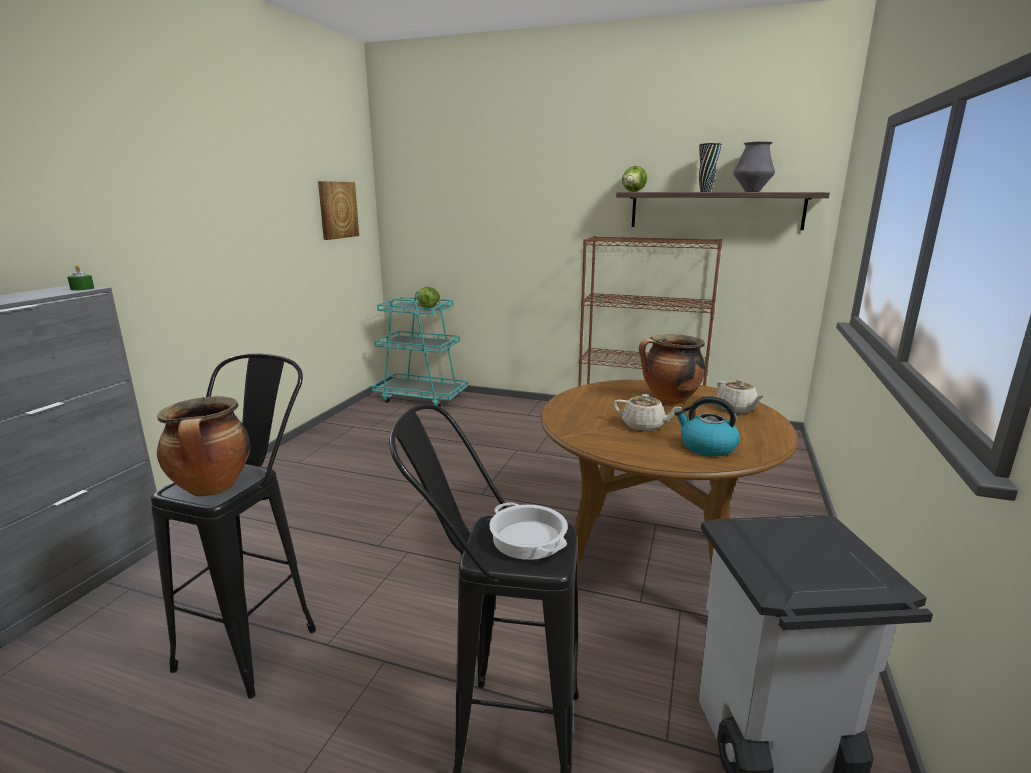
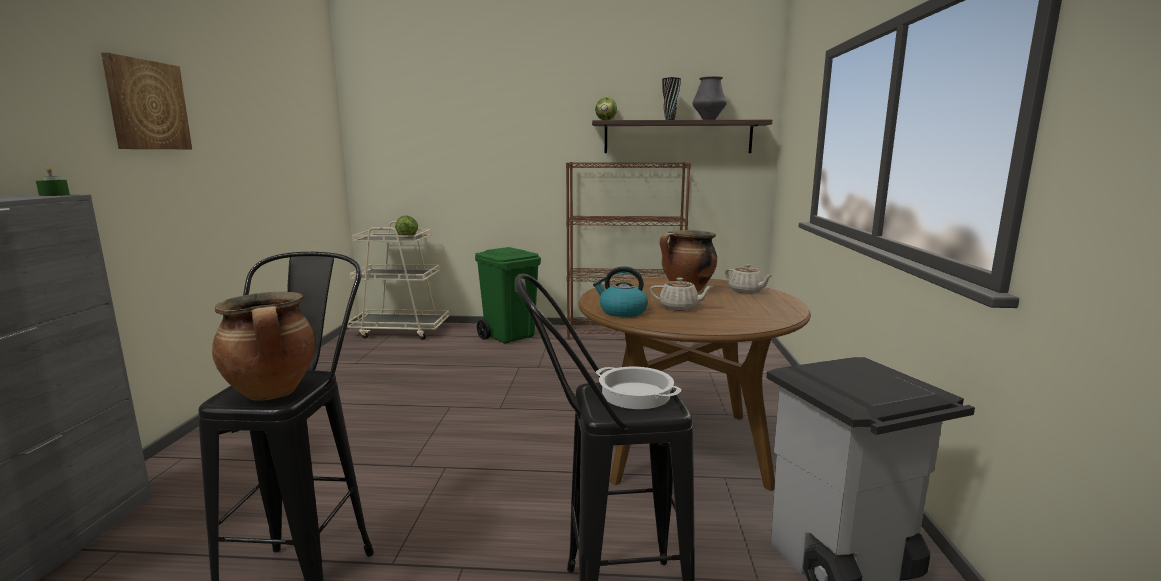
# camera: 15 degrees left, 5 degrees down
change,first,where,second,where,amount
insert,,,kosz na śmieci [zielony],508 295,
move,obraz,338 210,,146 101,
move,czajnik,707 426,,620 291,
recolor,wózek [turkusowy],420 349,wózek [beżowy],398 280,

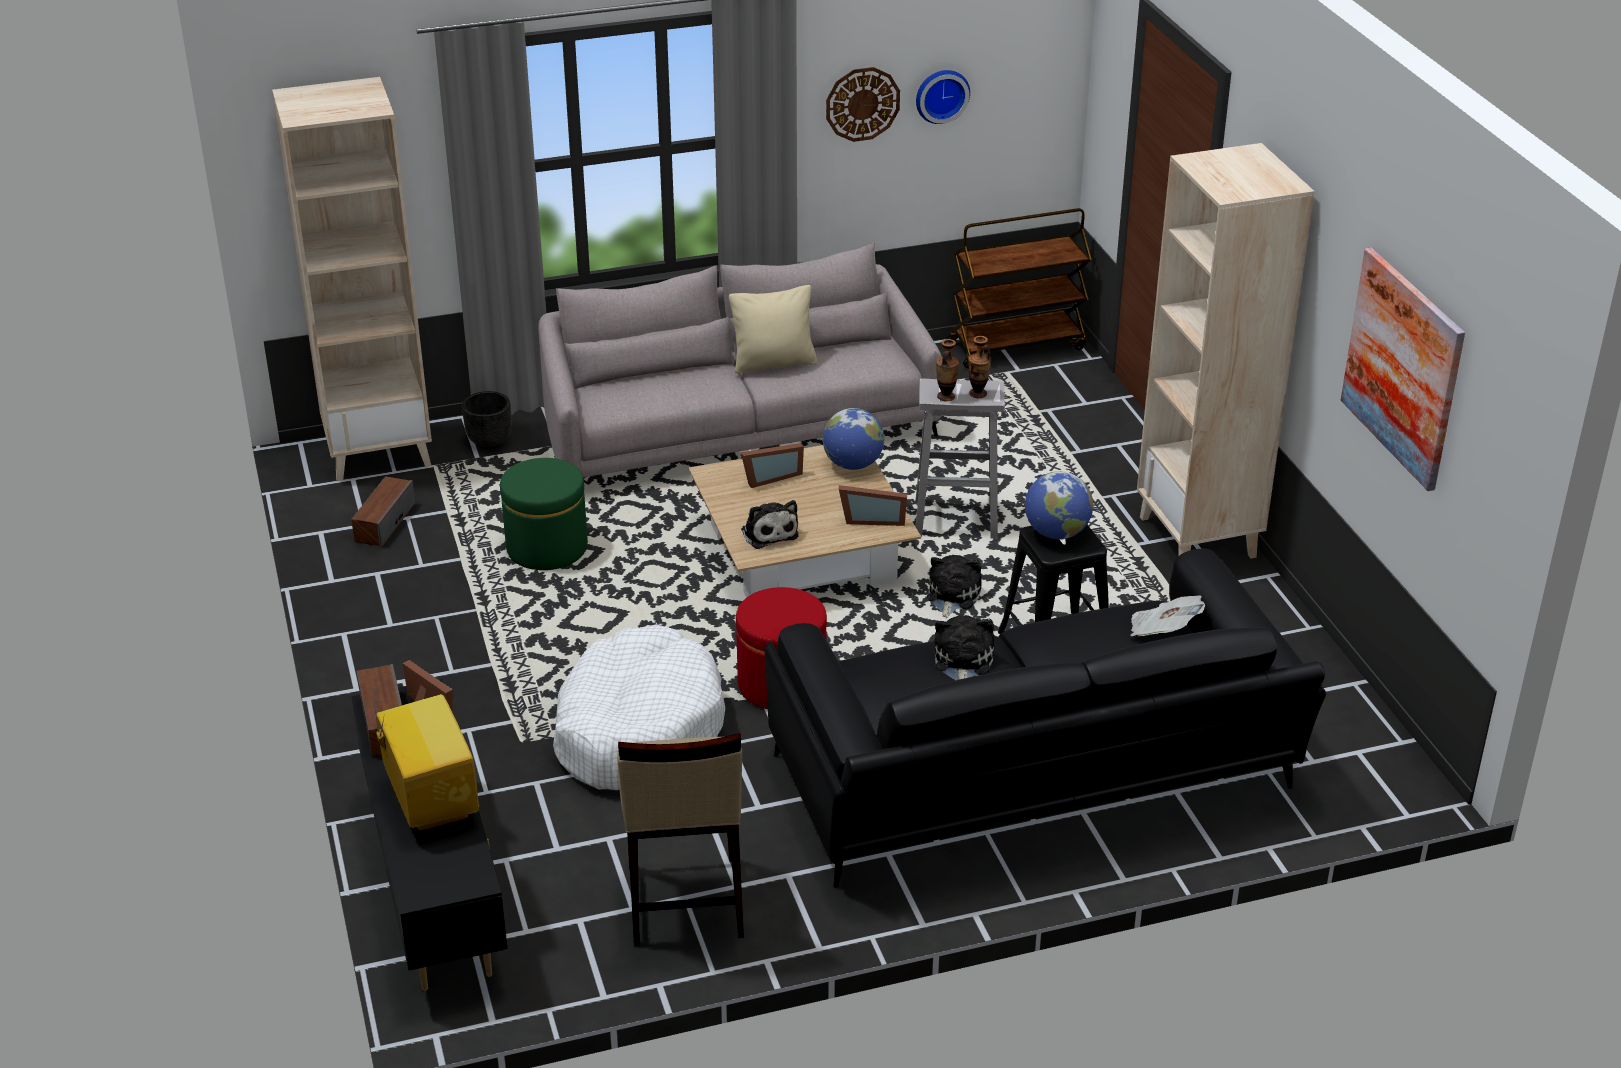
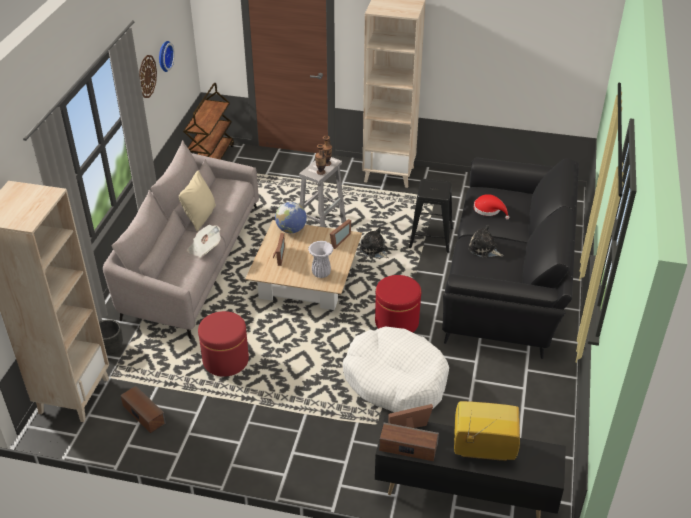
# camera: 60 degrees left, 5 degrees up
change,first,where,second,where,amount
delete,stołek [beżowy],680 839,,,
delete,globus,1059 505,,,
delete,obraz,1403 369,,,
insert,,,kapelusz [czerwony],491 206,
move,gazeta,1168 615,,204 241,
replace,pluszak,770 524,wazon [biały],321 259,
recolor,pufa [zielony],544 514,pufa [czerwony],223 344,

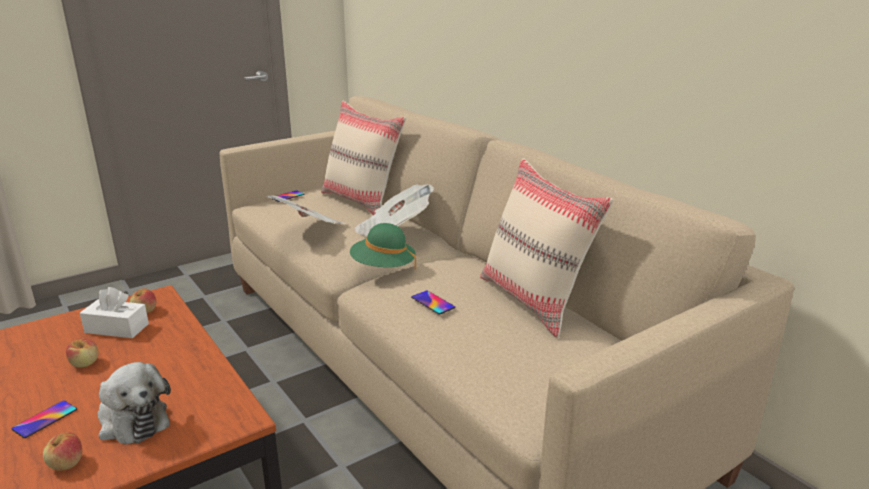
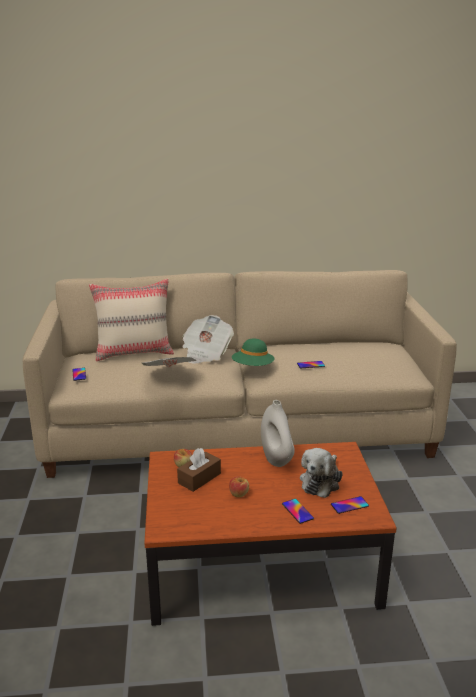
# camera: 60 degrees left, 0 degrees up
change,first,where,second,where,amount
delete,poduszka [beżowy],547 248,,,
insert,,,wazon [biały],278 433,
replace,jabłko,62 451,telefon,350 505,
recolor,pudełko chusteczek [biały],114 312,pudełko chusteczek [brązowy],199 470,
rotate,pluszak,134 403,,321 473,135 degrees clockwise

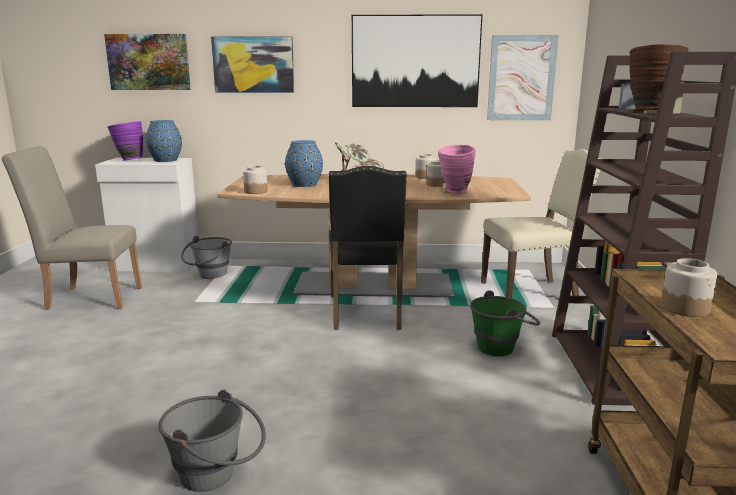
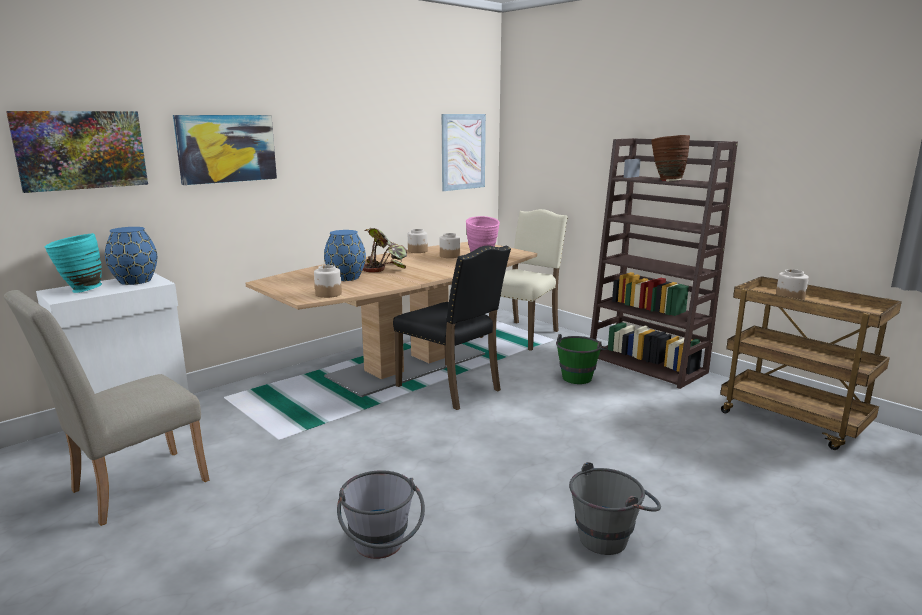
# camera: 45 degrees left, 0 degrees up
change,first,where,second,where,amount
delete,obraz,417 60,,,
move,wiadro [szary],206 257,,381 514,
recolor,wazon [fioletowy],125 141,wazon [turkusowy],73 263,

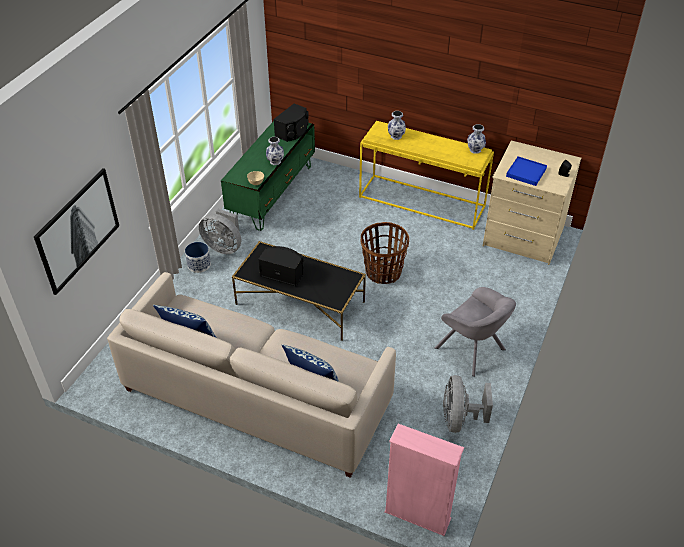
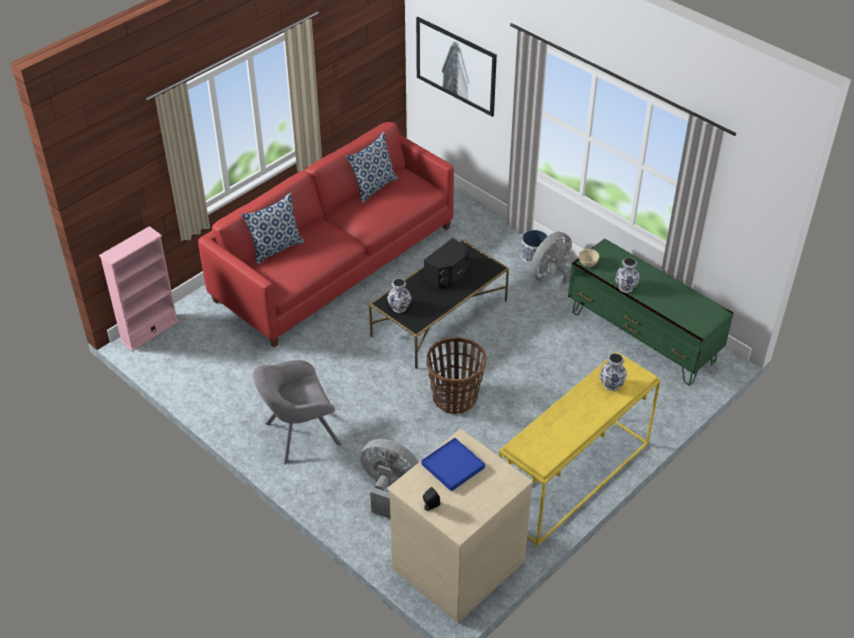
# camera: 110 degrees right, 0 degrees up
change,first,where,second,where,amount
delete,głośnik [czarny],291 123,,,
move,wentylator [szary],468 404,,390 479,
move,wazon,476 139,,399 295,
recolor,kanapa [beżowy],251 375,kanapa [czerwony],326 234,

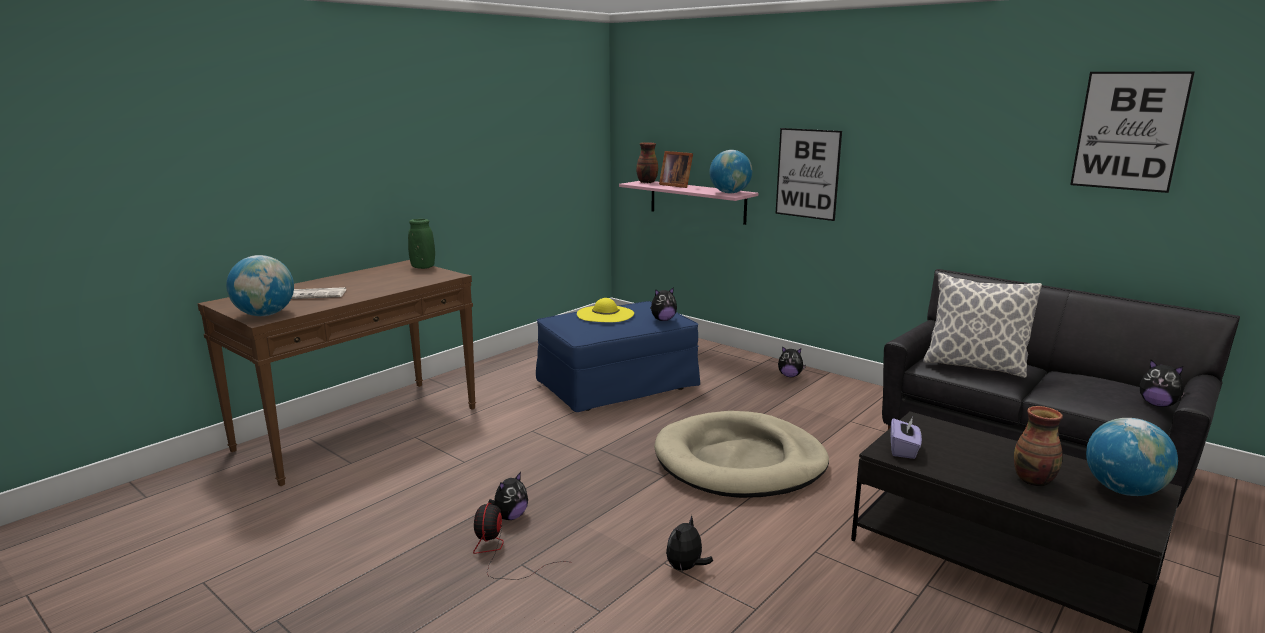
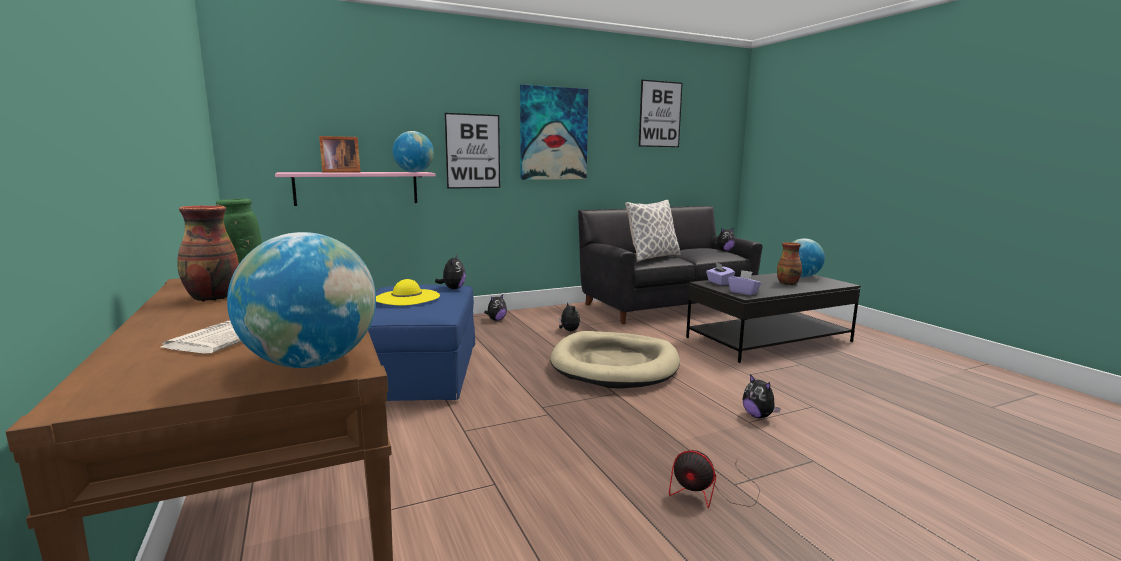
# camera: 65 degrees left, 5 degrees down
change,first,where,second,where,amount
insert,,,obraz,554 132,
insert,,,pudełko chusteczek [fioletowy],720 274,
move,pluszak,508 496,,569 316,
move,wazon,647 162,,208 253,

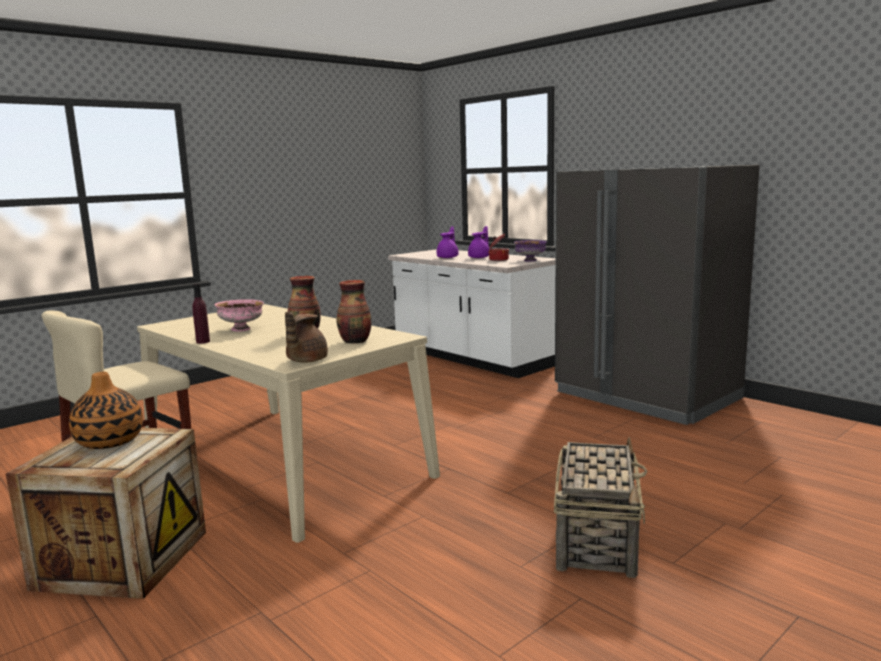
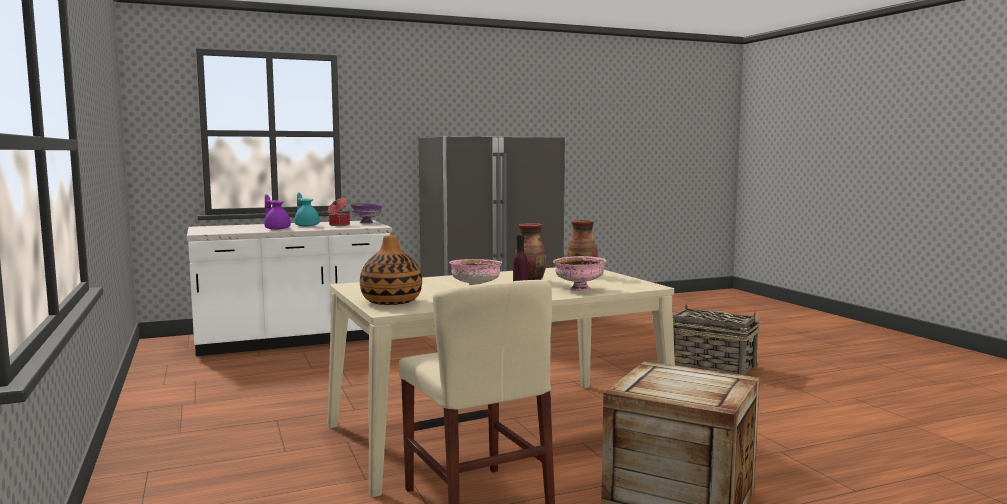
# camera: 70 degrees left, 5 degrees down
change,first,where,second,where,amount
delete,imbryk [brązowy],306 337,,,
insert,,,miska [różowy],579 273,
move,wazon,106 410,,391 270,
recolor,imbryk [fioletowy],478 242,imbryk [turkusowy],307 209,

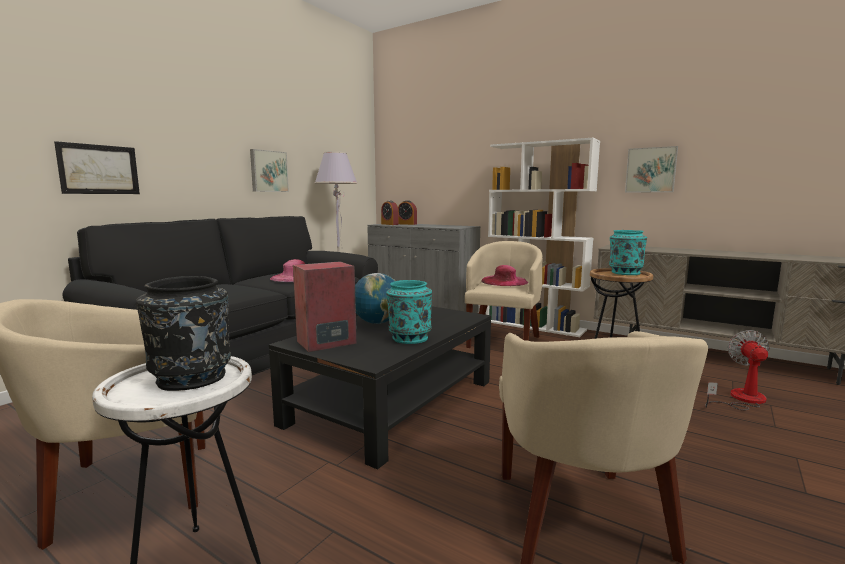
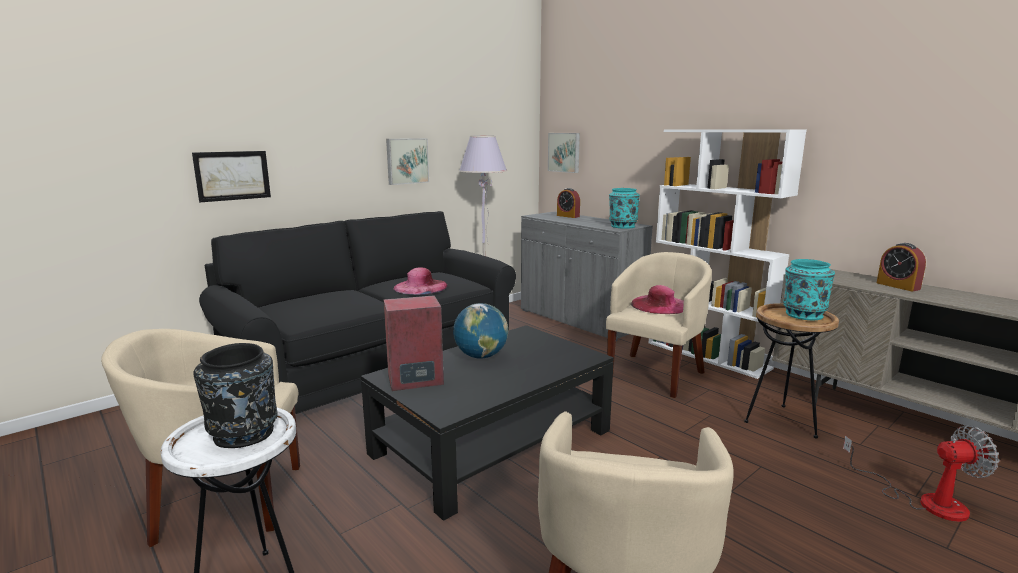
# camera: 15 degrees right, 5 degrees up
change,first,where,second,where,amount
move,budzik,390 212,,901 267,
move,wazon [turkusowy],409 312,,624 208,
move,obraz,651 169,,564 153,
rotate,wentylator,737 370,,921 474,60 degrees clockwise

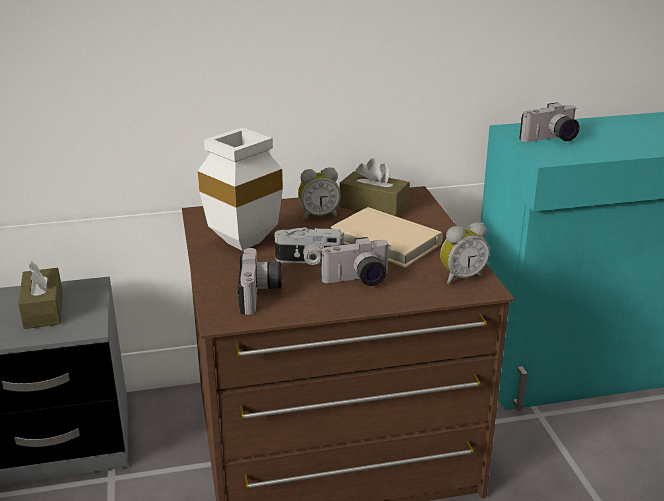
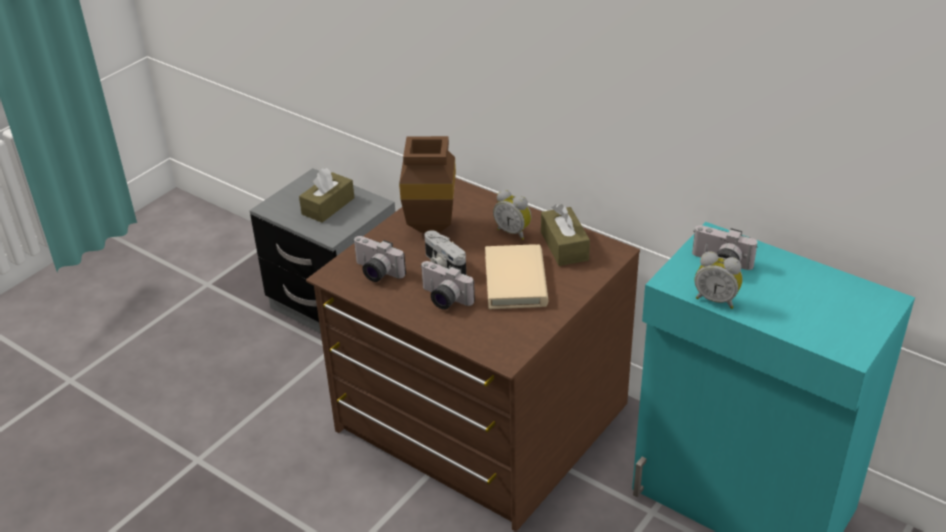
# camera: 50 degrees right, 10 degrees up
change,first,where,second,where,amount
move,budzik,465 253,,719 280,
recolor,wazon [biały],240 189,wazon [brązowy],427 184,
rotate,aparat fotograficzny,260 281,,379 259,75 degrees clockwise

